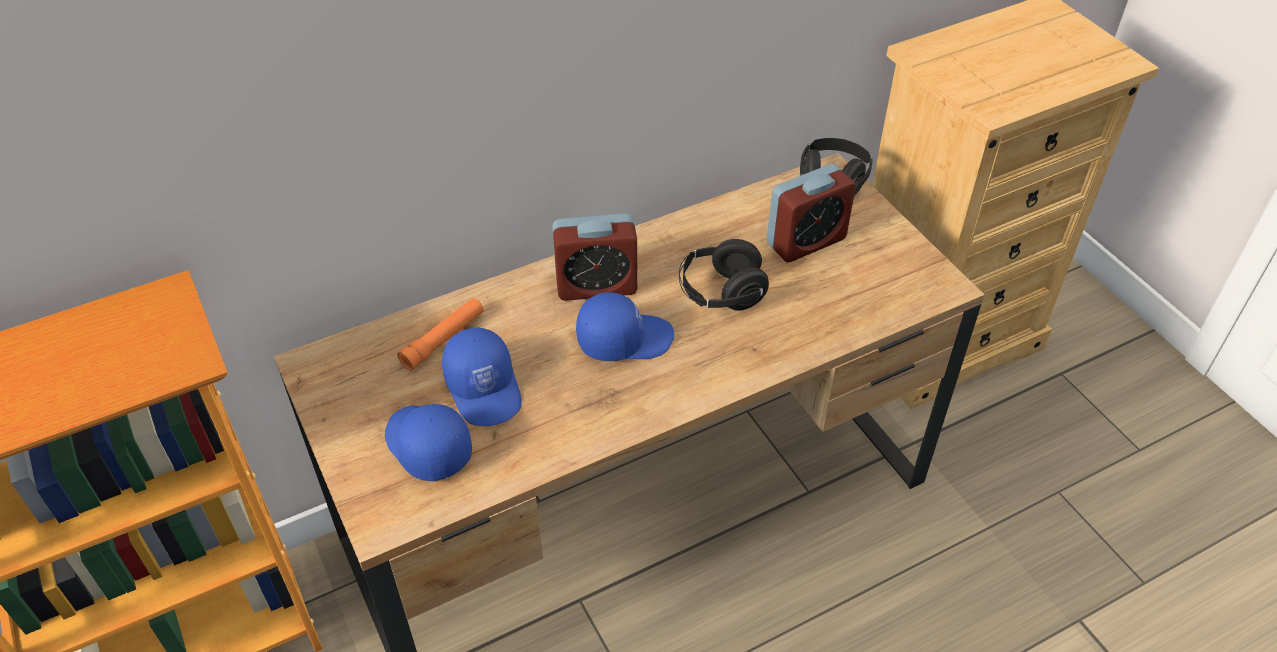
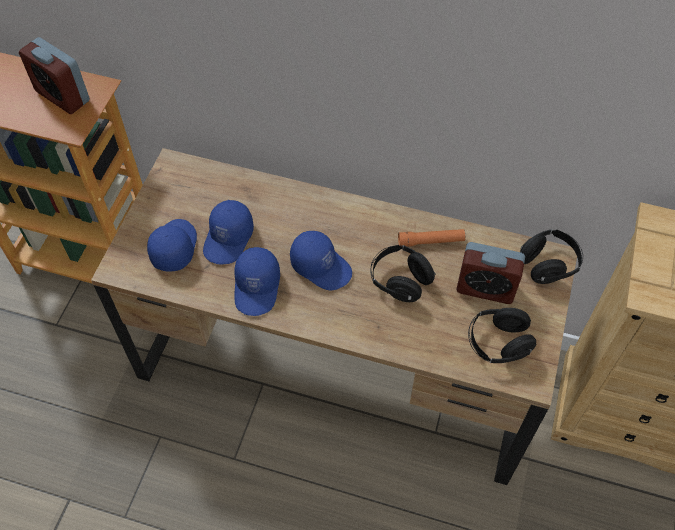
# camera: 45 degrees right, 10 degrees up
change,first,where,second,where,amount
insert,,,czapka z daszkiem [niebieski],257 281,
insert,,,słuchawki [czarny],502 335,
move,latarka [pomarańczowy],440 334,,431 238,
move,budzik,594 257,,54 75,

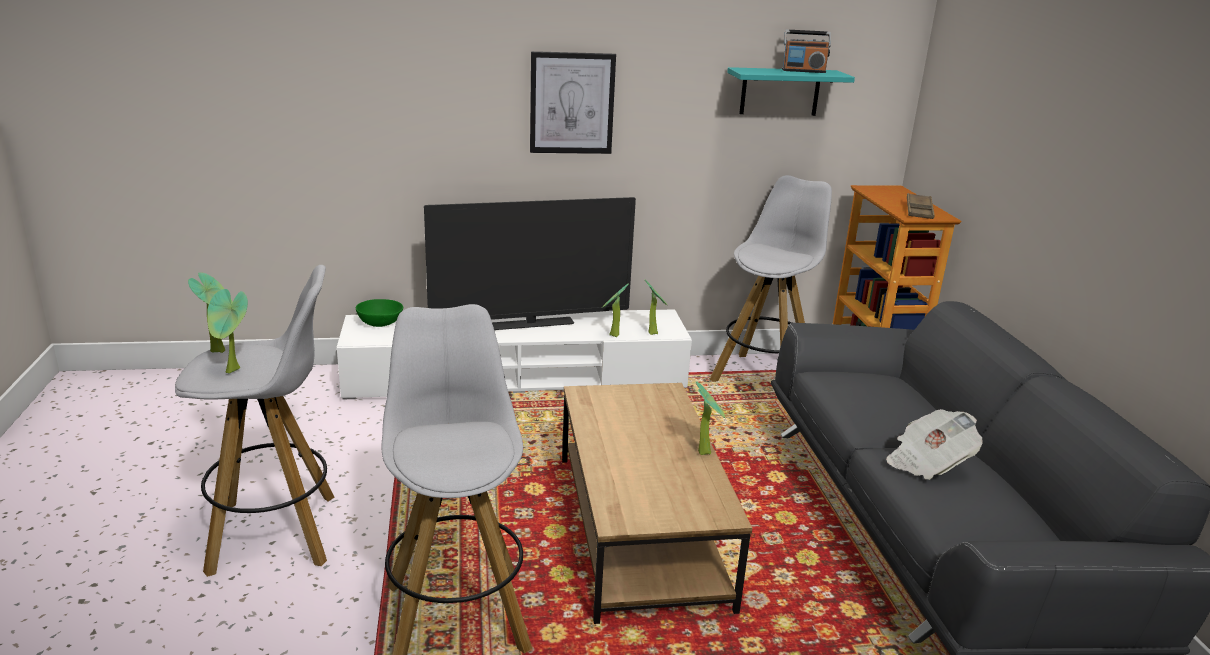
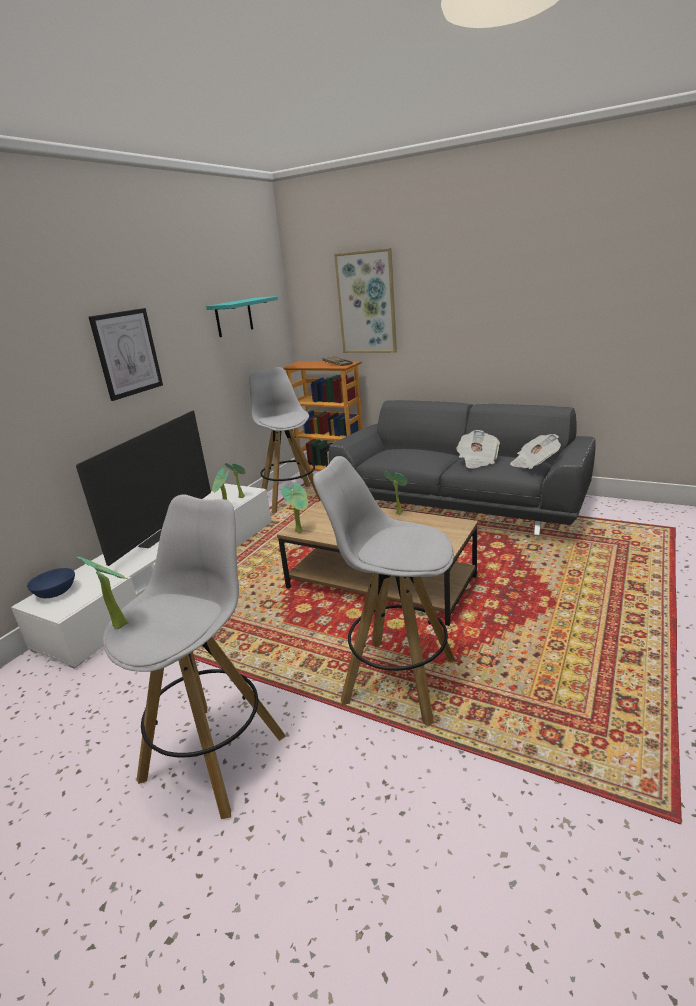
# camera: 50 degrees left, 0 degrees up
change,first,where,second,where,amount
delete,radio,806 51,,,
insert,,,obraz,365 300,
insert,,,gazeta,535 451,
move,roślina doniczkowa,227 331,,295 507,
recolor,miska [zielony],379 313,miska [niebieski],51 583,

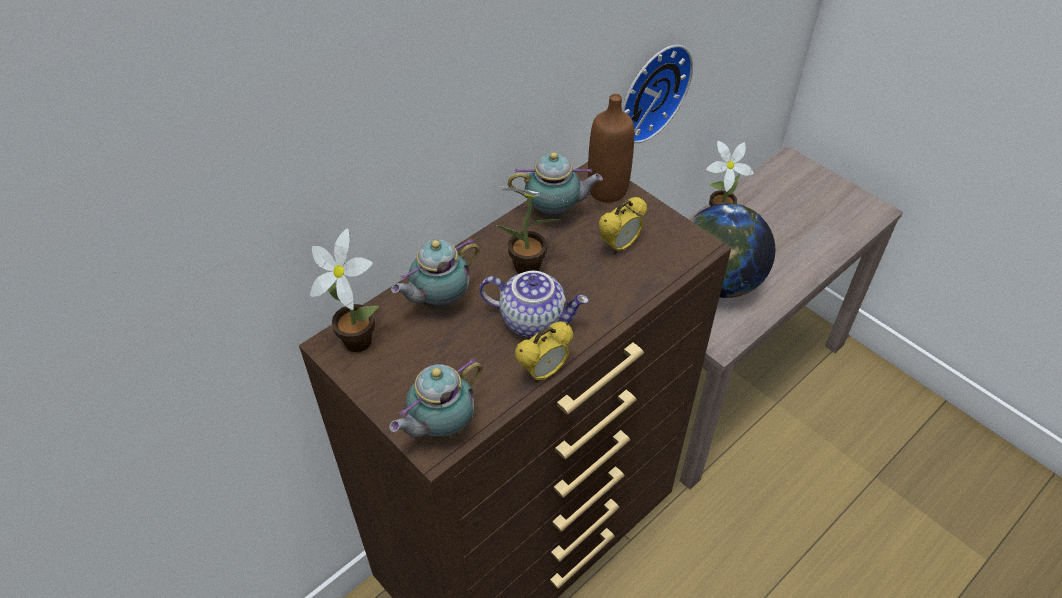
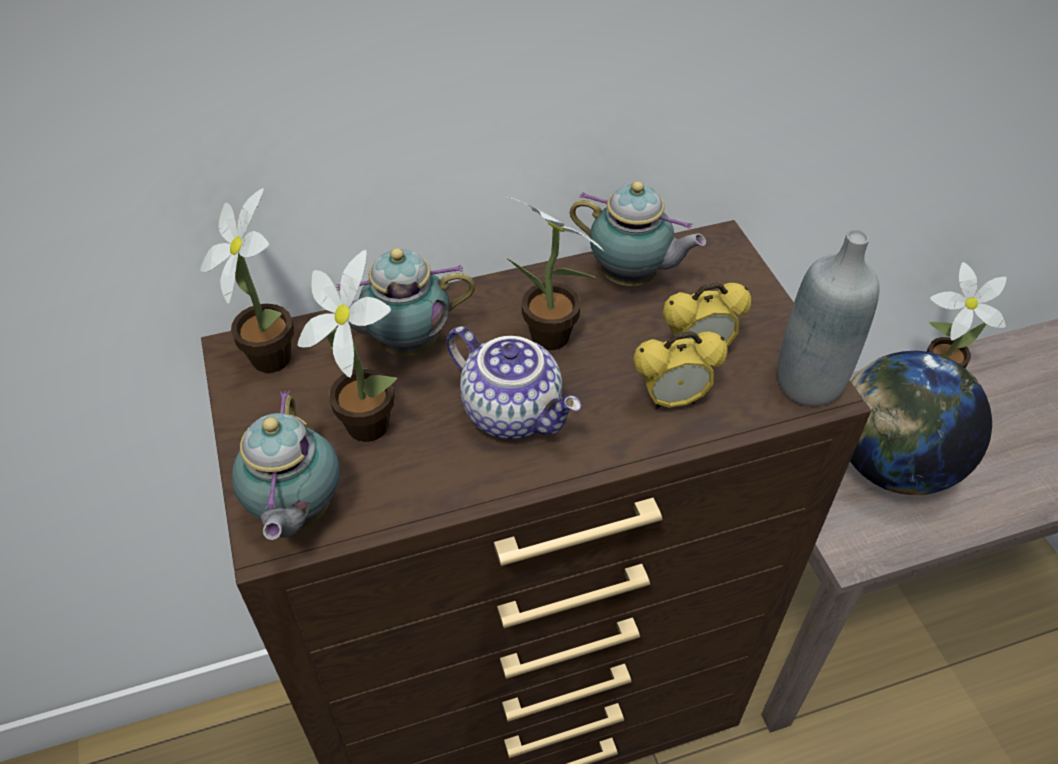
# camera: 25 degrees right, 0 degrees up
change,first,where,second,where,amount
delete,butelka [brązowy],611 148,,,
delete,zegar ścienny,657 94,,,
insert,,,roślina doniczkowa,347 346,
insert,,,butelka [szary],828 318,
move,budzik,544 352,,680 370,
rotate,imbryk,436 399,,286 465,75 degrees counterclockwise

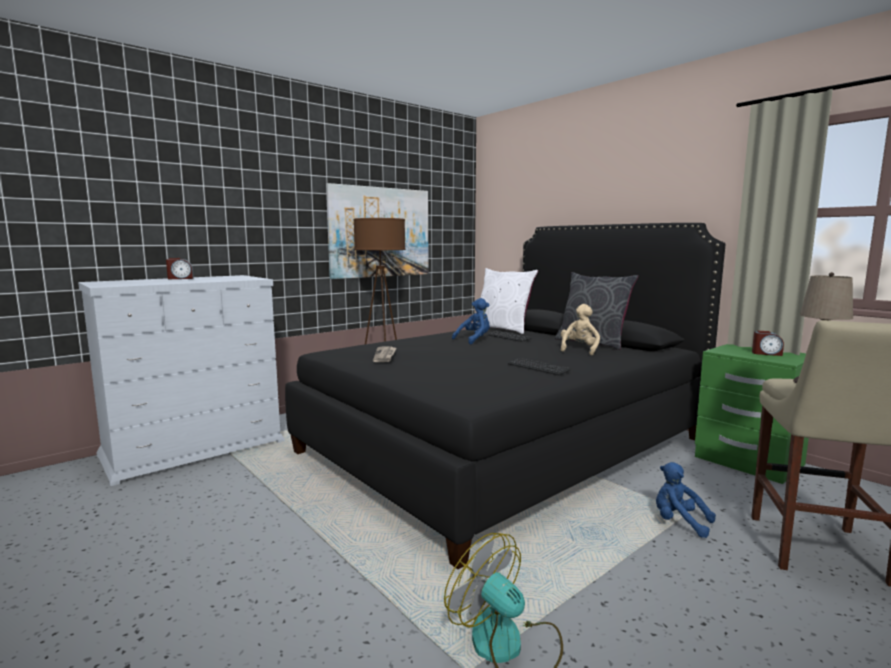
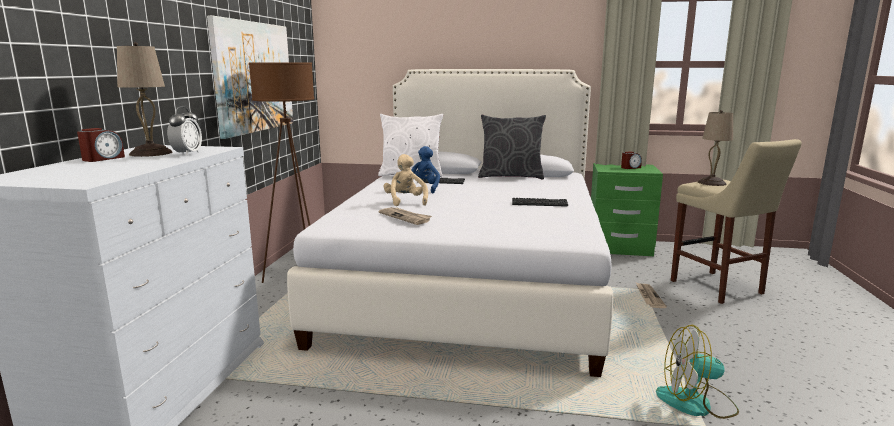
# camera: 40 degrees left, 5 degrees up
change,first,where,second,where,amount
insert,,,lampa stołowa [beżowy],144 99,
insert,,,budzik,184 131,
move,pluszak [beżowy],580 330,,405 180,
replace,pluszak [niebieski],686 500,gazeta,651 295,
recolor,łóżko [czarny],505 396,łóżko [biały],450 223,

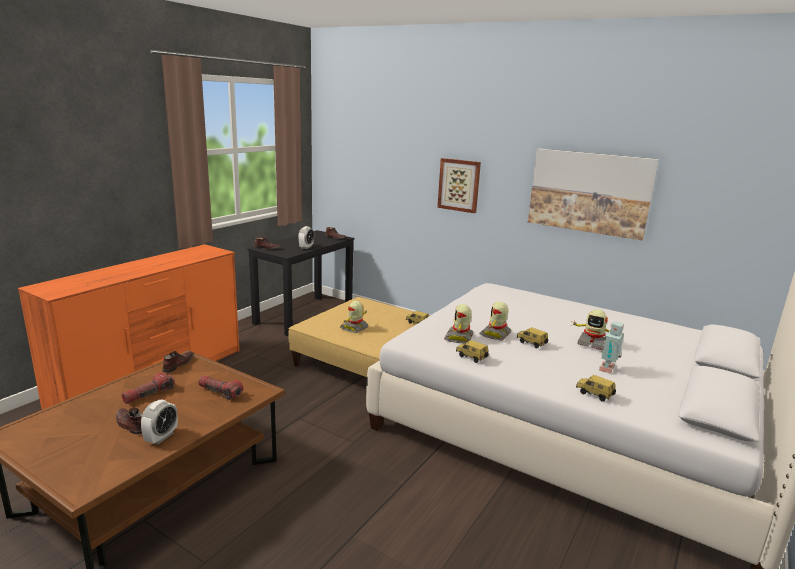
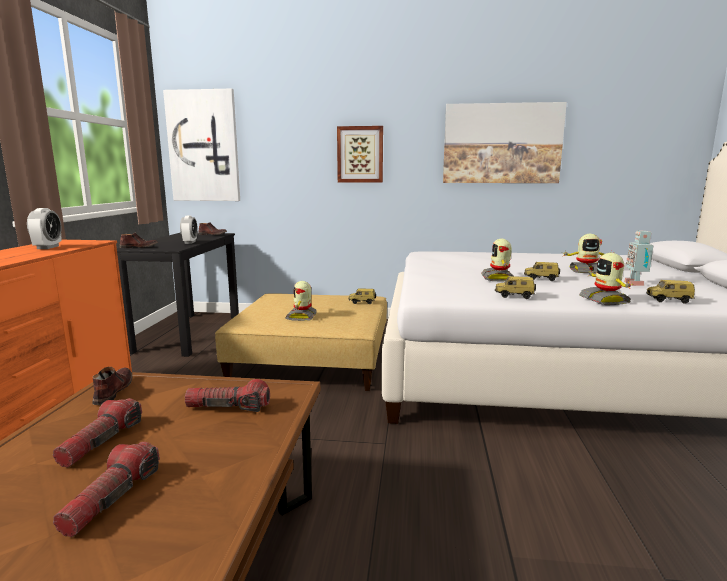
# camera: 25 degrees left, 5 degrees down
change,first,where,second,where,amount
insert,,,obraz,201 145,
move,budzik,159 422,,44 228,
move,robot zabawkowy,458 324,,605 279,
replace,but [brązowy],129 420,latarka,106 489,

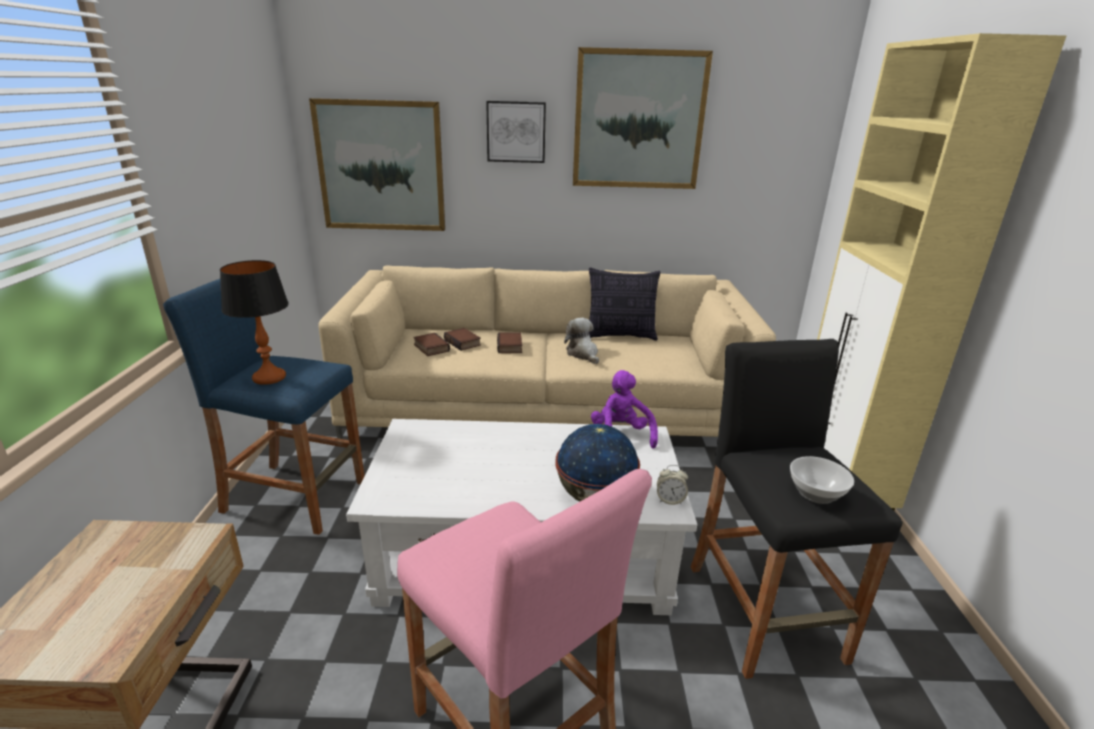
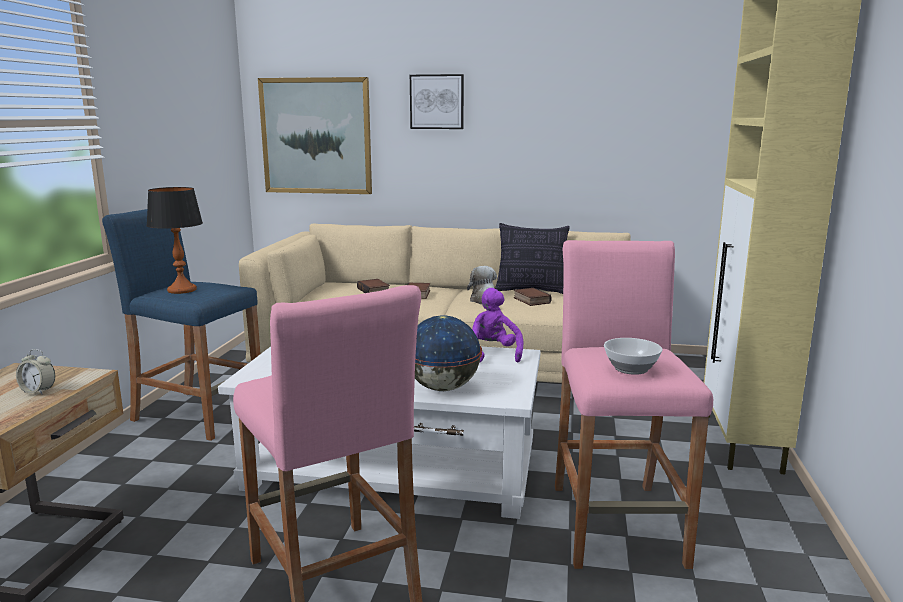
# camera: 10 degrees right, 10 degrees down
change,first,where,second,where,amount
delete,obraz,643 118,,,
move,książka,431 344,,533 297,
move,budzik,672 485,,35 372,
recolor,stołek [czarny],796 509,stołek [różowy],634 404,

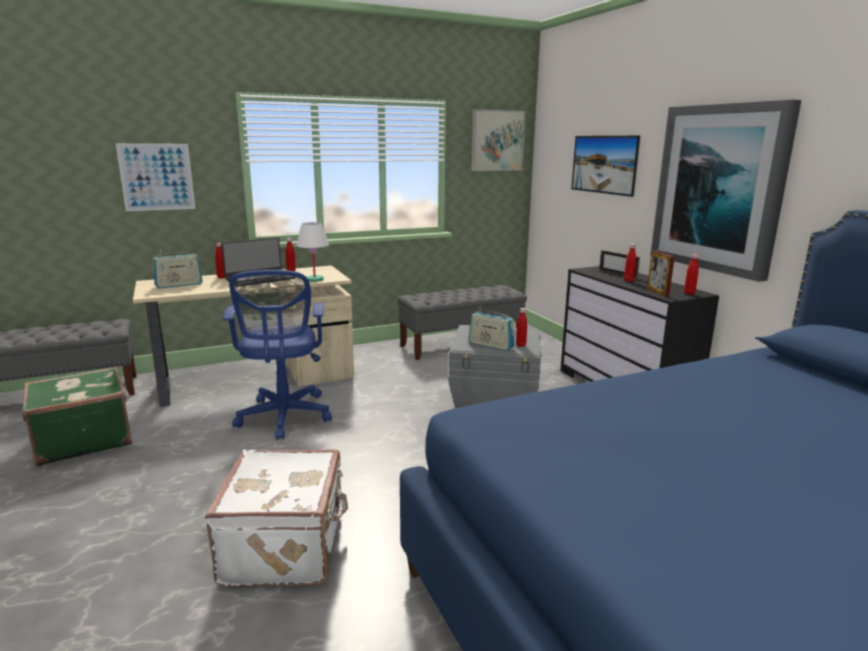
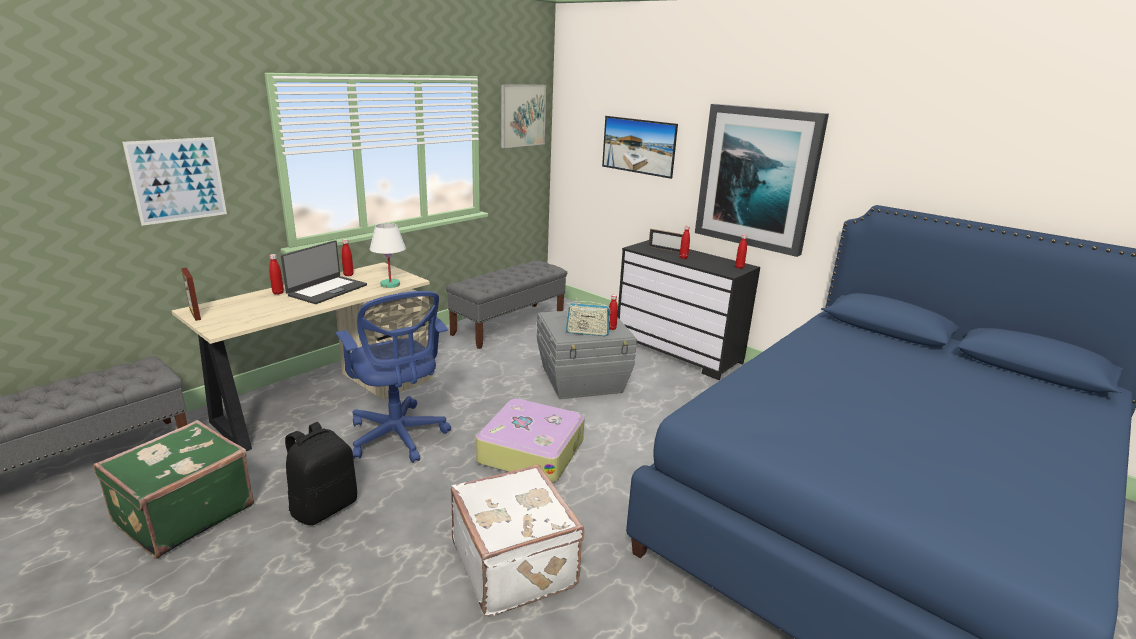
# camera: 25 degrees left, 5 degrees up
change,first,where,second,where,amount
delete,radio,177 269,,,
insert,,,plecak [czarny],321 473,
insert,,,walizka,530 441,
move,ramka na zdjęcie,661 273,,191 294,

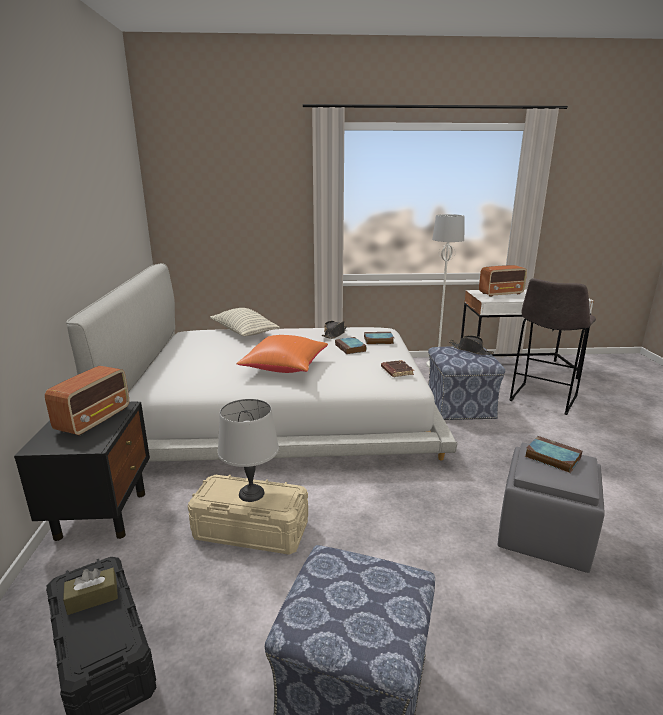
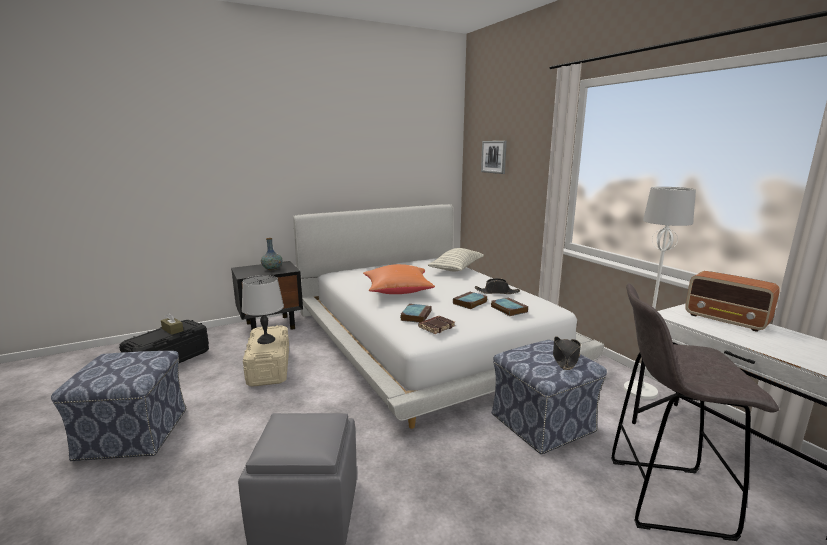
# camera: 65 degrees right, 5 degrees down
change,first,where,second,where,amount
insert,,,obraz,494 157,
move,książka,553 454,,416 313,
replace,radio,87 401,wazon,271 254,

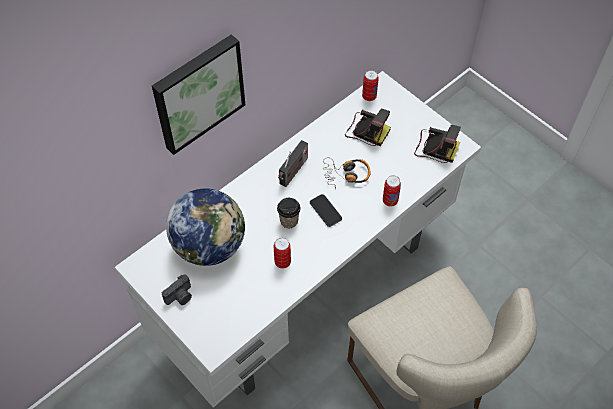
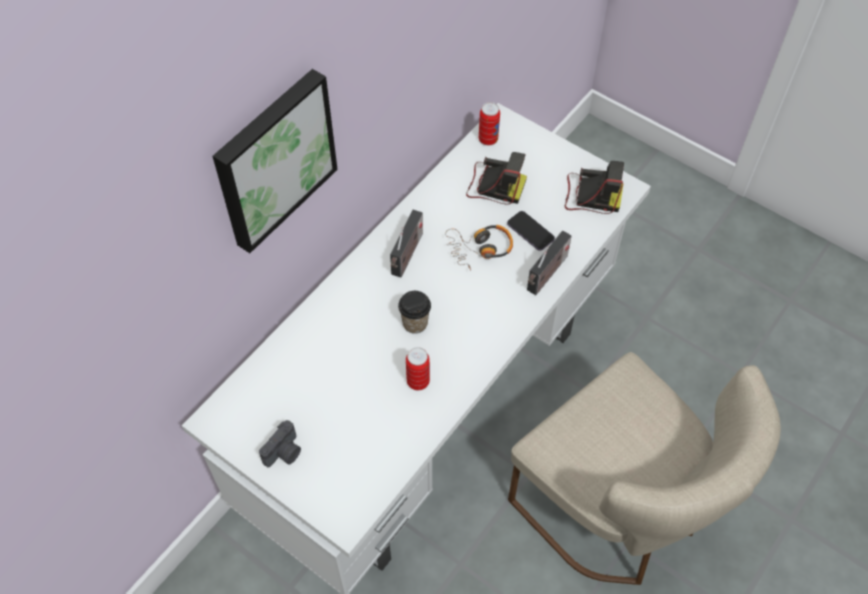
# camera: 10 degrees left, 0 degrees up
change,first,where,second,where,amount
delete,globus,205 227,,,
move,telefon,326 210,,531 231,
replace,puszka,392 191,radio,549 263,

